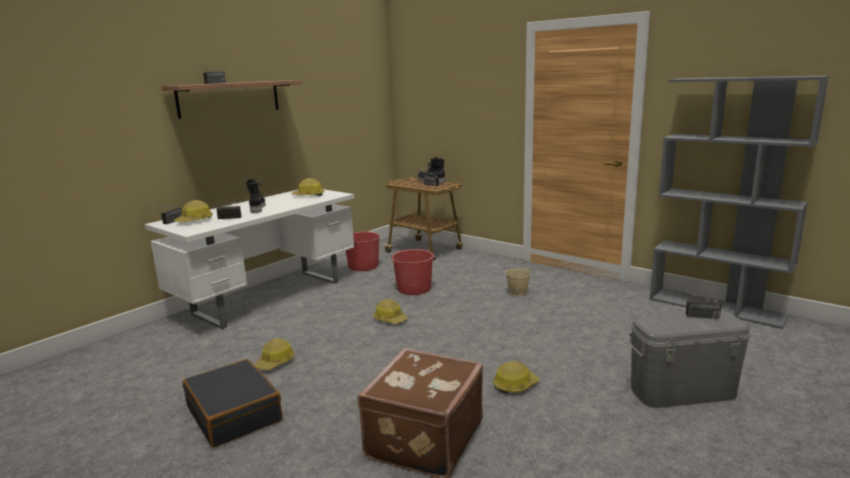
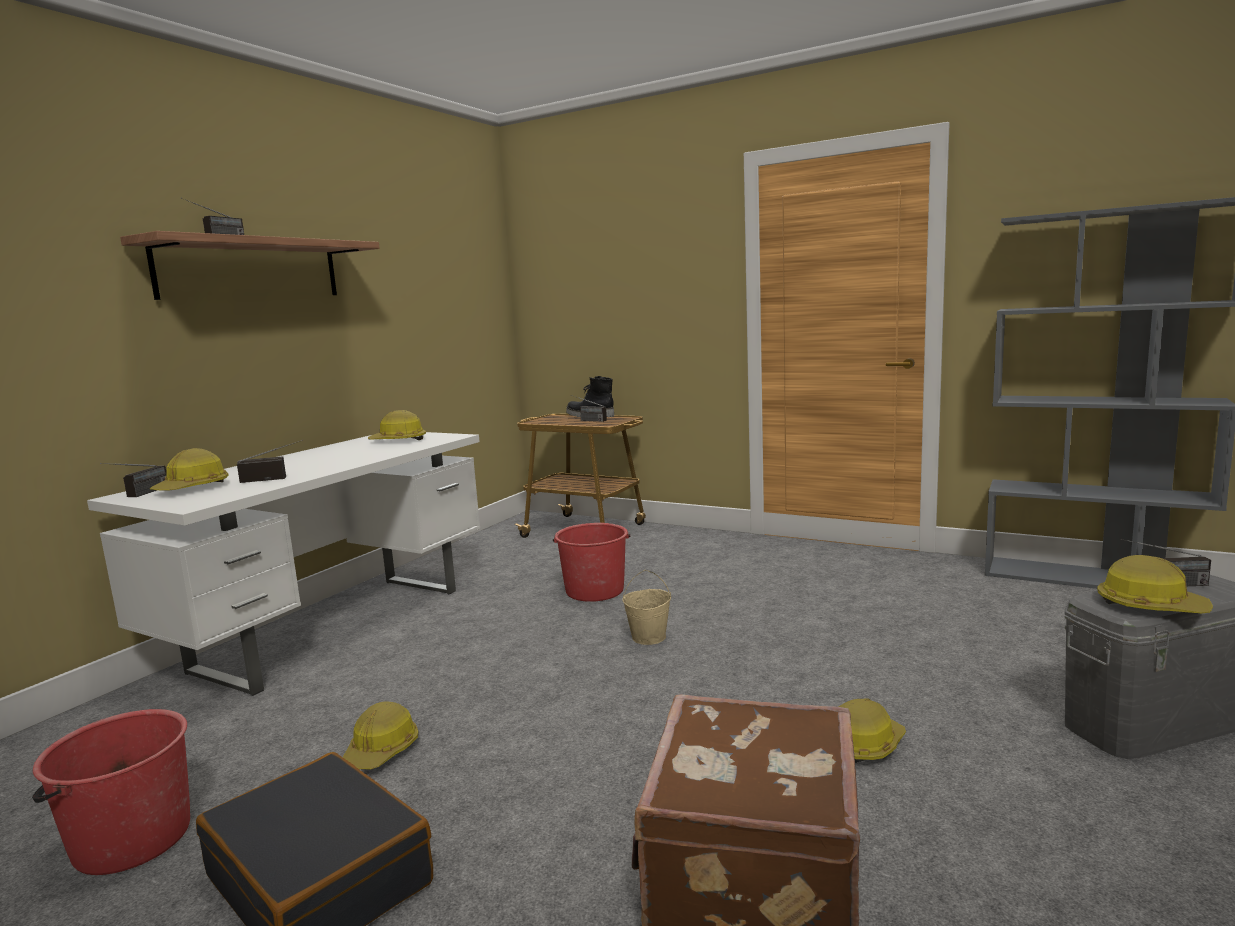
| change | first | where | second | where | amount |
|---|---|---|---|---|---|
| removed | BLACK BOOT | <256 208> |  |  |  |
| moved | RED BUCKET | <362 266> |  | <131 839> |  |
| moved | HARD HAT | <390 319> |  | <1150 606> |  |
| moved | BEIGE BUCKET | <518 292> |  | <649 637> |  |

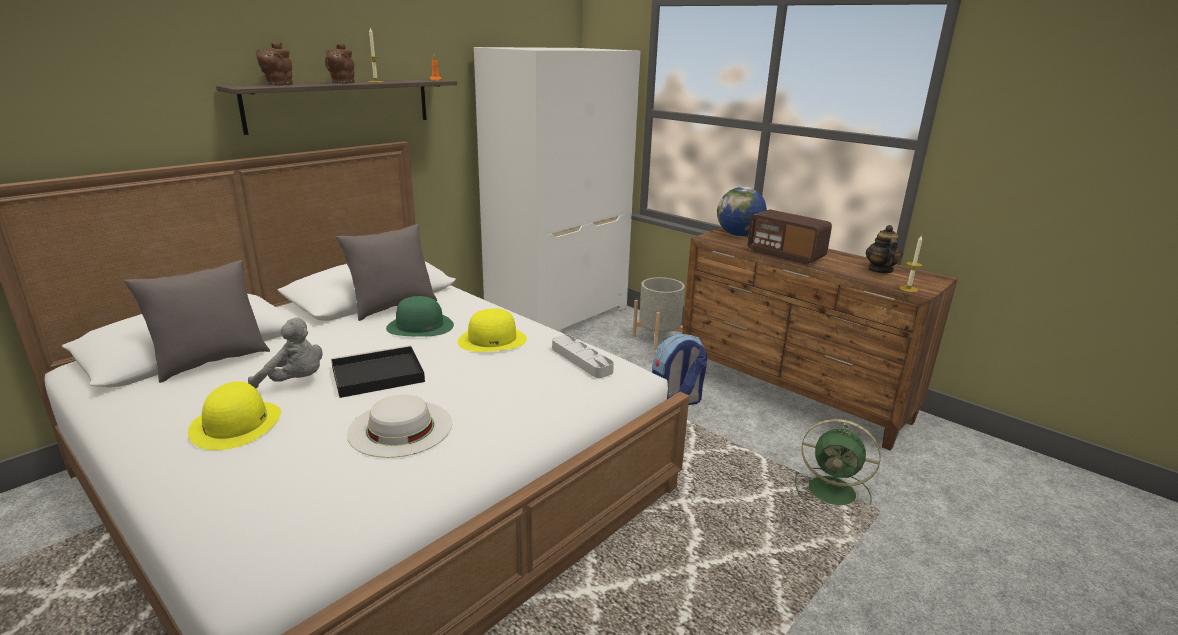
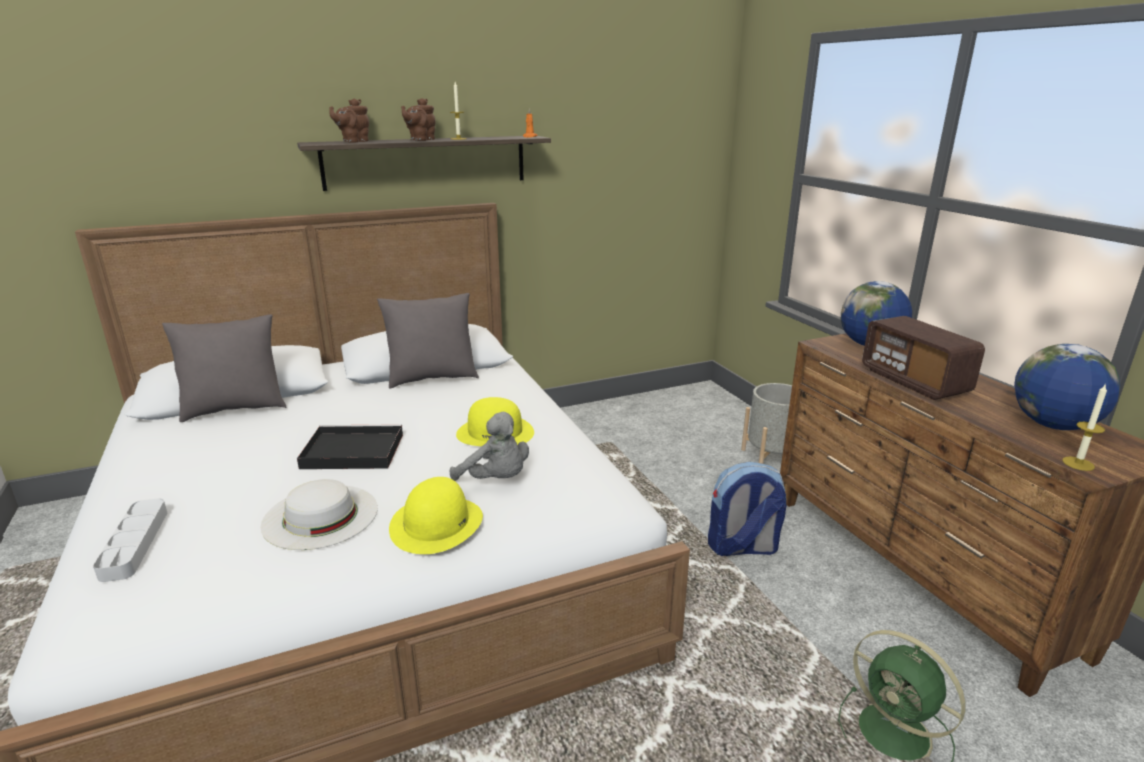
| change | first | where | second | where | amount |
|---|---|---|---|---|---|
| moved | YELLOW HAT | <236 424> |  | <436 523> |  |
| moved | GREY PLUSH TOY | <295 381> |  | <496 480> |  |
| removed | GREEN HAT | <419 326> |  |  |  |
| removed | WHITE WARDROBE | <557 314> |  |  |  |
| moved | GREY TRAY | <581 360> |  | <135 543> |  |
| replaced | TEAPOT | <880 270> | GLOBE | <1053 425> |  |

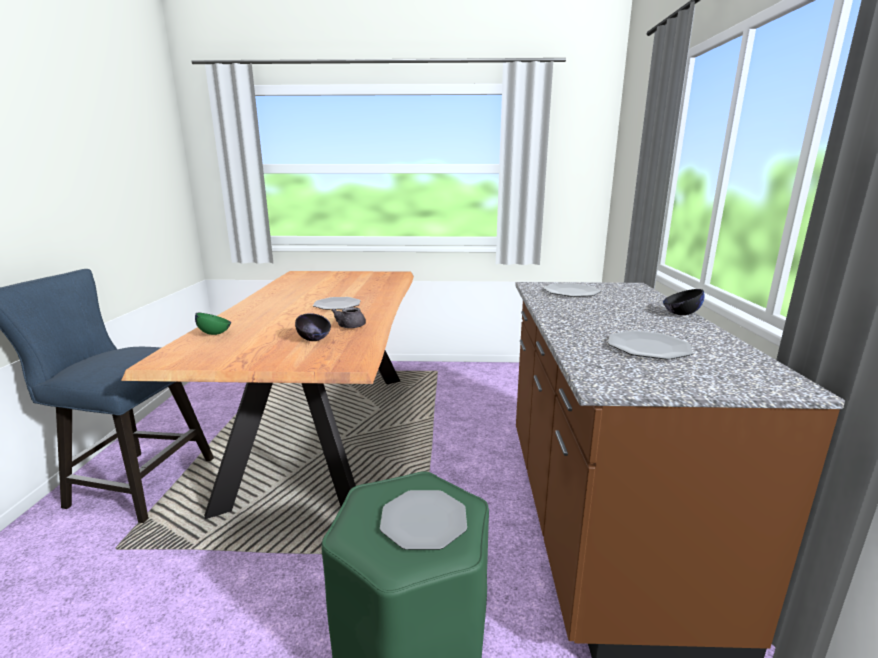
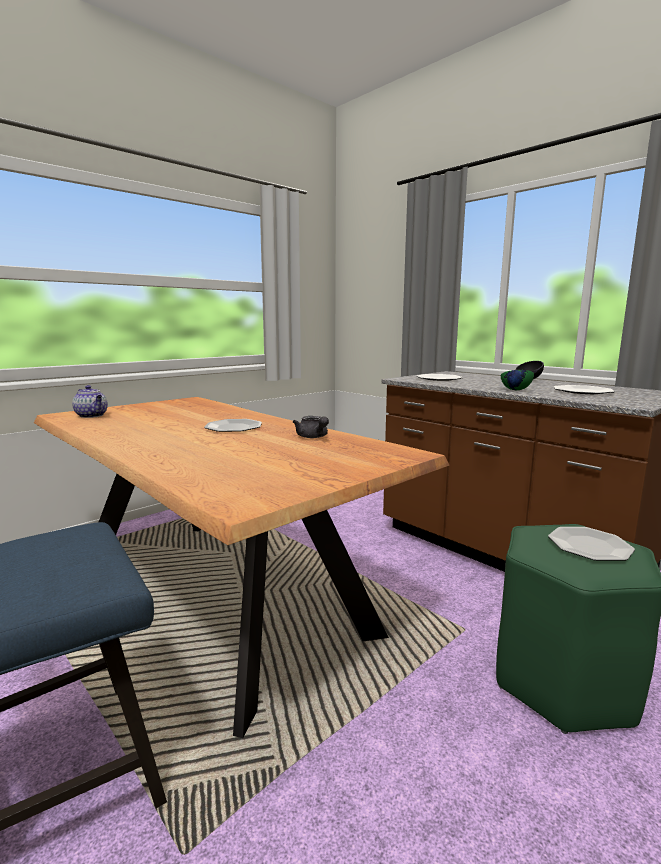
| change | first | where | second | where | amount |
|---|---|---|---|---|---|
| moved | GREEN BOWL | <215 334> |  | <515 390> |  |
| removed | BLACK BOWL | <314 340> |  |  |  |
| added |  |  | TEAPOT | <92 416> |  |

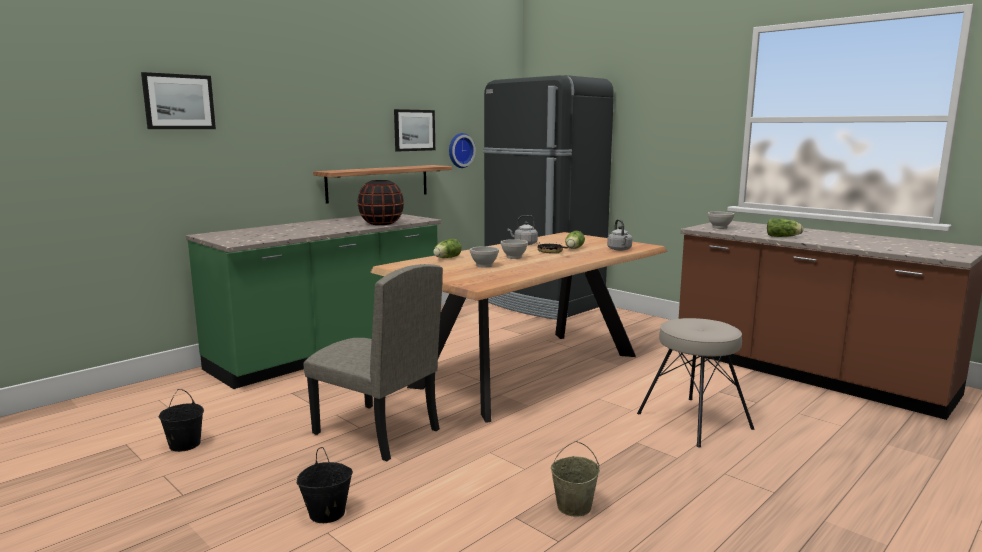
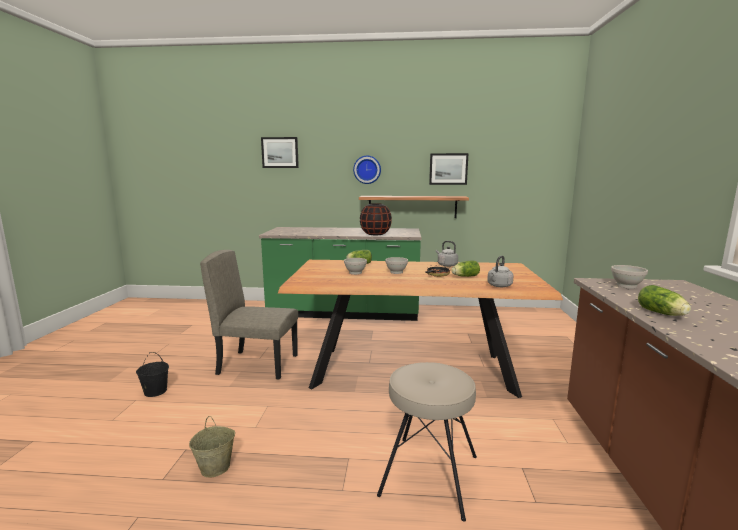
| change | first | where | second | where | amount |
|---|---|---|---|---|---|
| removed | BLACK BUCKET | <184 444> |  |  |  |
| turned | BEIGE CHAIR | <376 432> |  | <258 364> | 105 degrees clockwise |
| moved | WALL CLOCK | <459 150> |  | <367 169> |  |
| removed | BLACK FRIDGE | <542 304> |  |  |  |

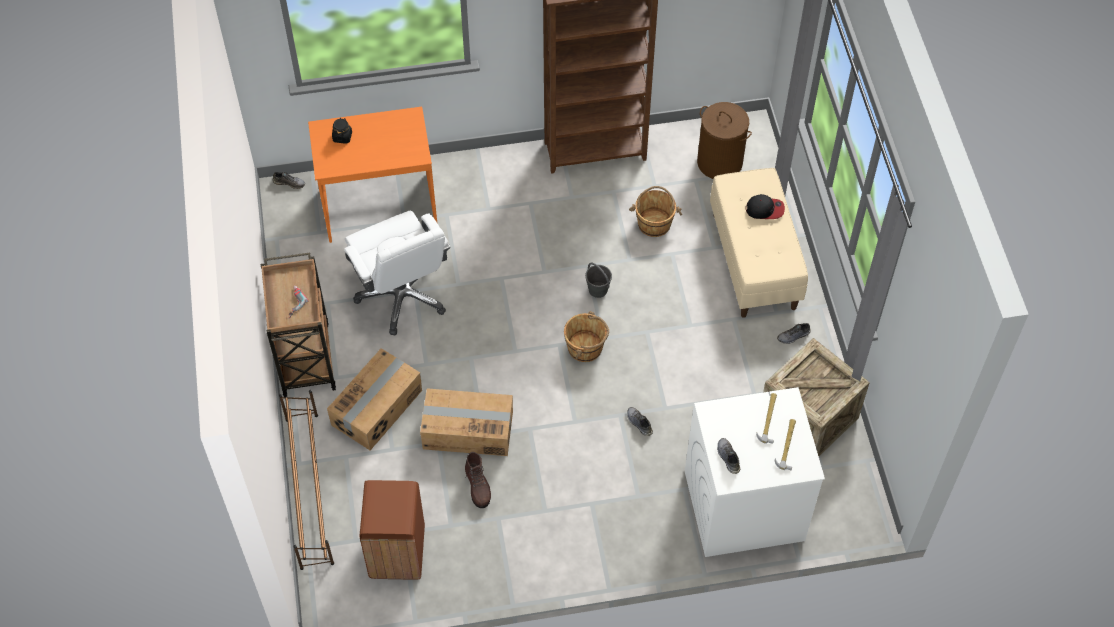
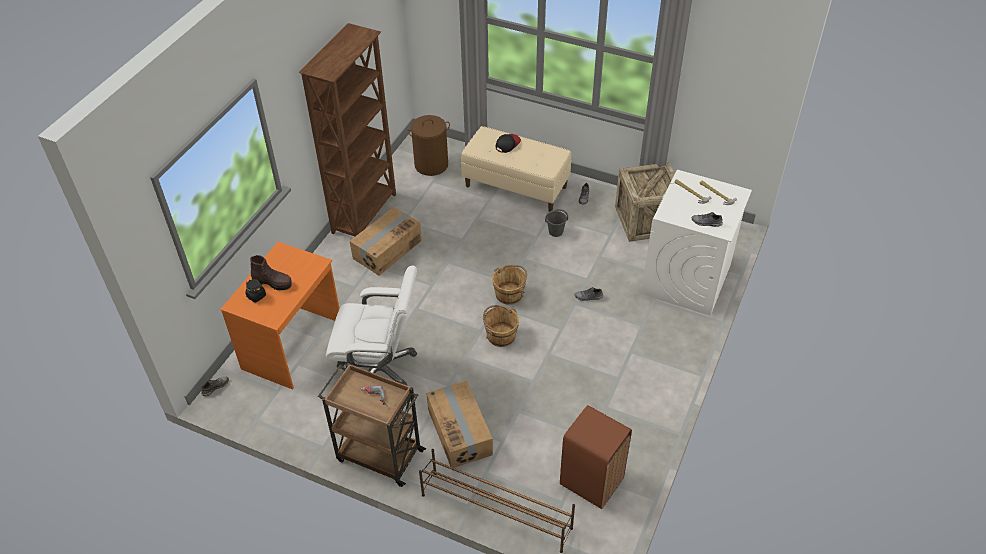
| change | first | where | second | where | amount |
|---|---|---|---|---|---|
| moved | CARDBOARD BOX | <468 430> |  | <387 249> |  |
| moved | BROWN BOOT | <478 487> |  | <273 282> |  |
| moved | GREY BUCKET | <598 290> |  | <556 231> |  |
| moved | BROWN BUCKET | <654 223> |  | <500 335> |  |

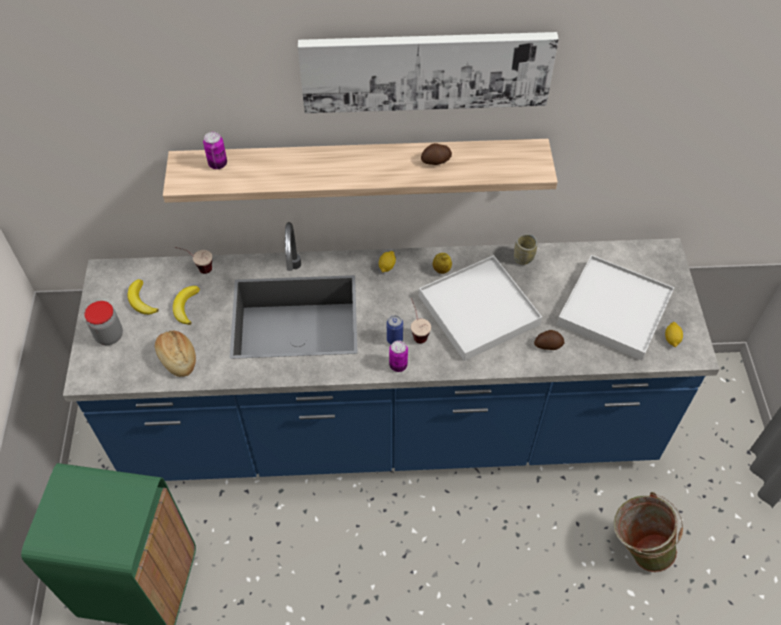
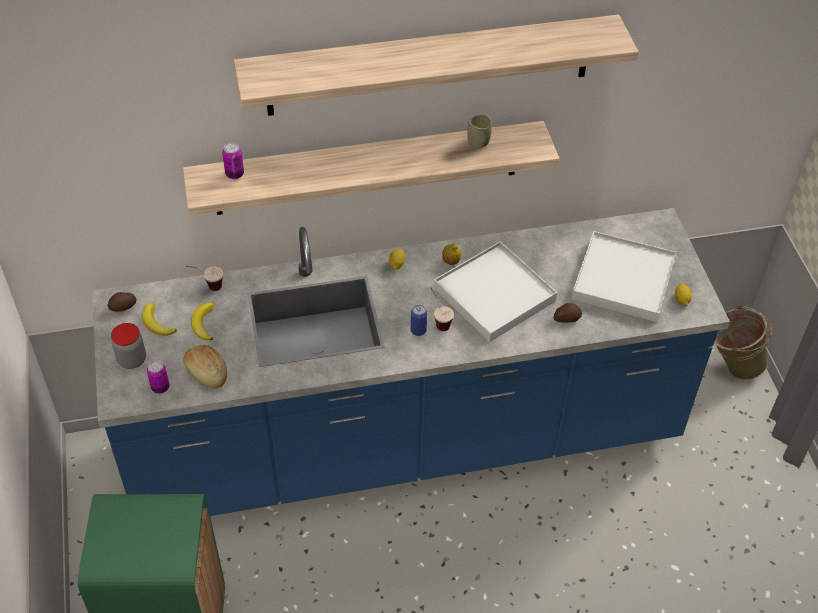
| change | first | where | second | where | amount |
|---|---|---|---|---|---|
| replaced | PICTURE | <426 70> | SHELF | <429 65> |  |
| moved | CAN | <398 365> |  | <160 387> |  |
| moved | POTATO | <436 161> |  | <123 307> |  |
| moved | CUP | <523 258> |  | <478 142> |  |
| moved | GREEN BUCKET | <637 548> |  | <731 365> |  |

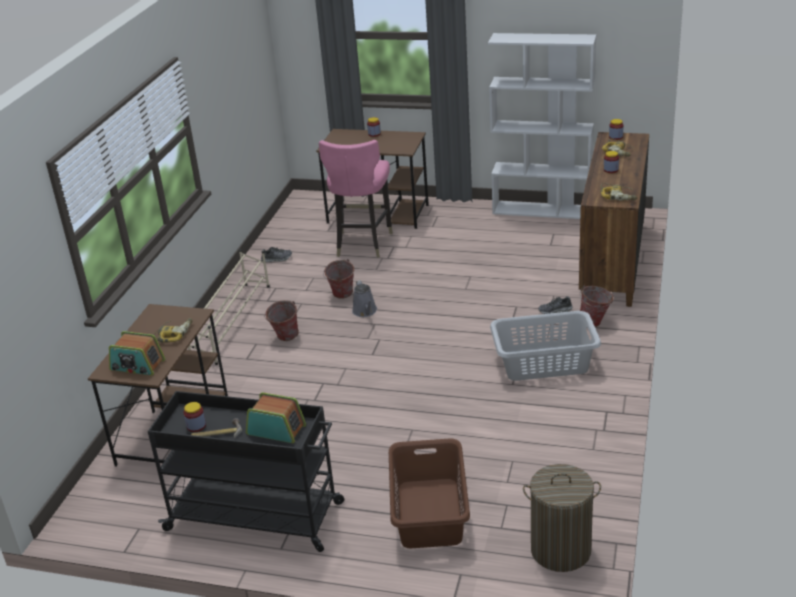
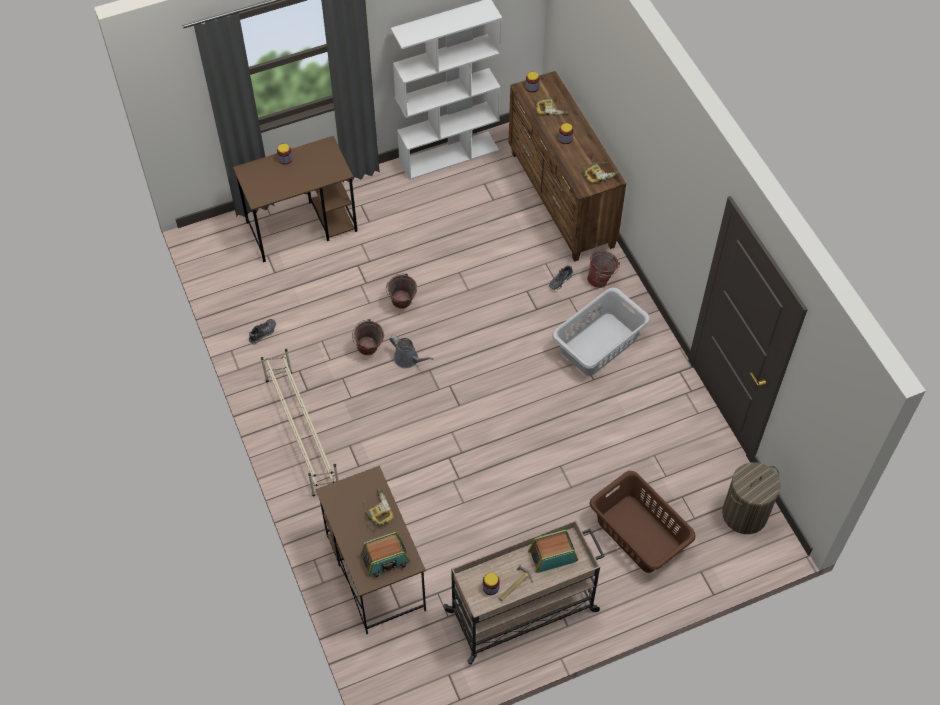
| change | first | where | second | where | amount |
|---|---|---|---|---|---|
| recoloured | BLACK CART | <256 516> | BEIGE CART | <524 610> |  |
| moved | BUCKET | <284 338> |  | <402 305> |  |
| removed | PINK CHAIR | <362 243> |  |  |  |

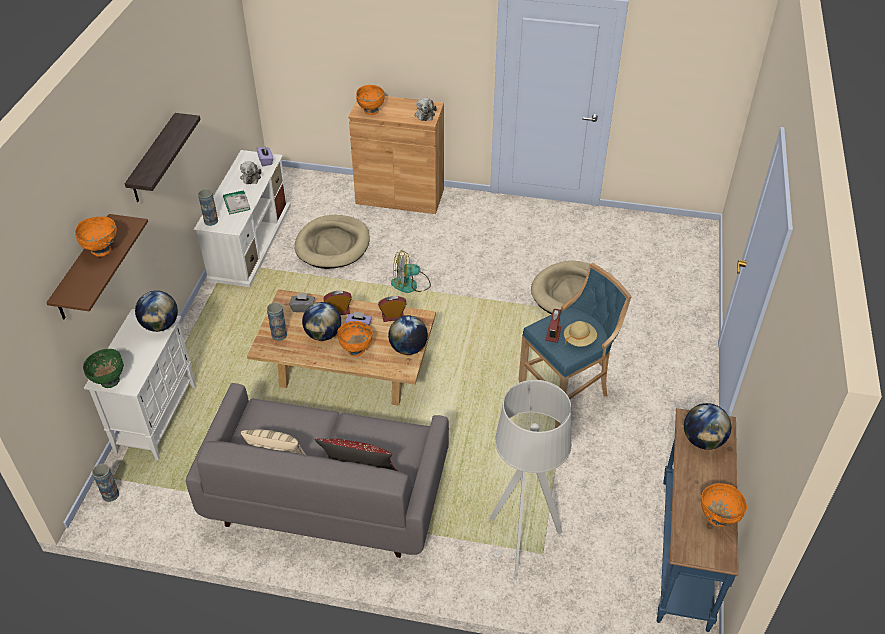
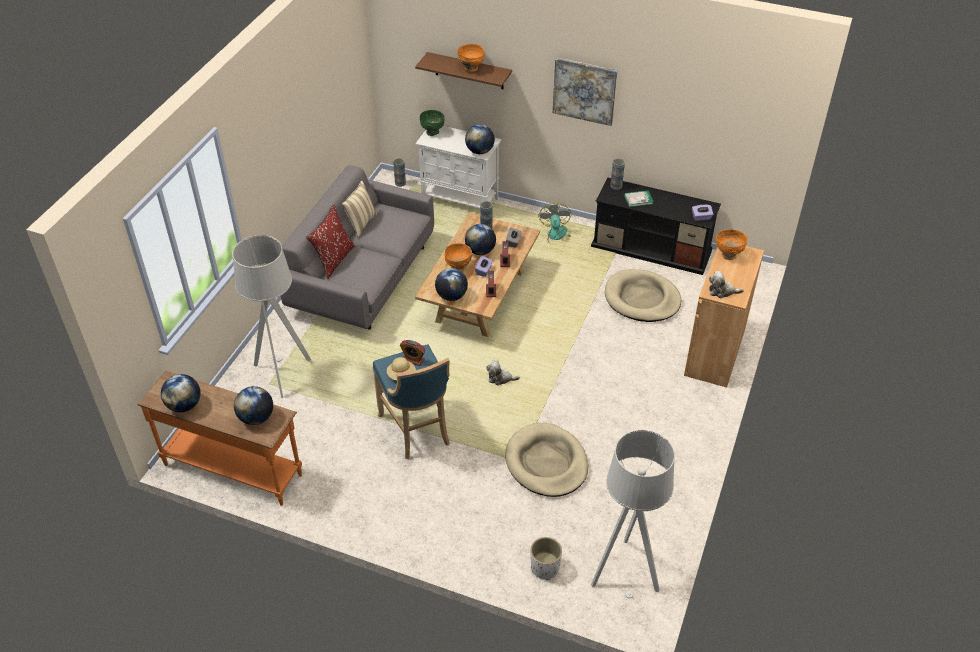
| change | first | where | second | where | amount |
|---|---|---|---|---|---|
| replaced | SHELF | <153 159> | PICTURE | <584 91> |  |
| recoloured | WHITE TV STAND | <250 241> | BLACK TV STAND | <652 248> |  |
| moved | PLUSH TOY | <251 177> |  | <500 378> |  |
| moved | FAN | <410 284> |  | <558 237> |  |
| recoloured | BLUE CONSOLE TABLE | <683 552> | ORANGE CONSOLE TABLE | <233 469> |  |
| replaced | ORANGE BOWL | <717 518> | GLOBE | <184 405> |  |
| added |  |  | WHITE PLANTER | <545 567> |  |
| added |  |  | GREY FLOOR LAMP | <624 572> |  |

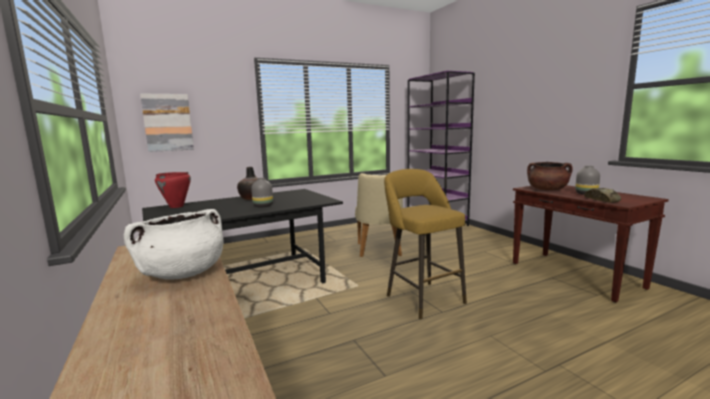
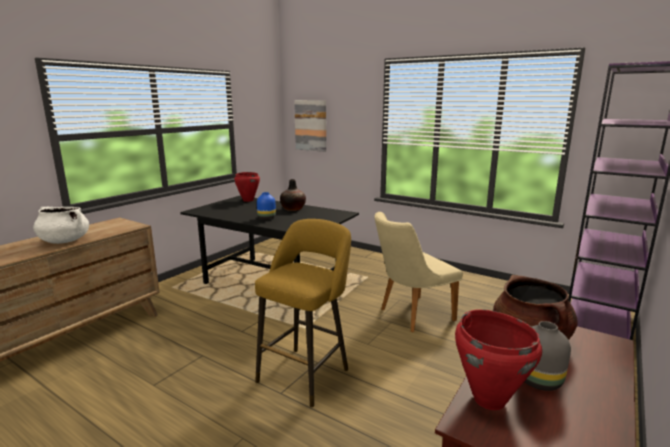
| change | first | where | second | where | amount |
|---|---|---|---|---|---|
| recoloured | GREY VASE | <263 206> | BLUE VASE | <267 218> |  |
| replaced | BREAD | <602 200> | RED COOKING POT | <489 399> |  |

